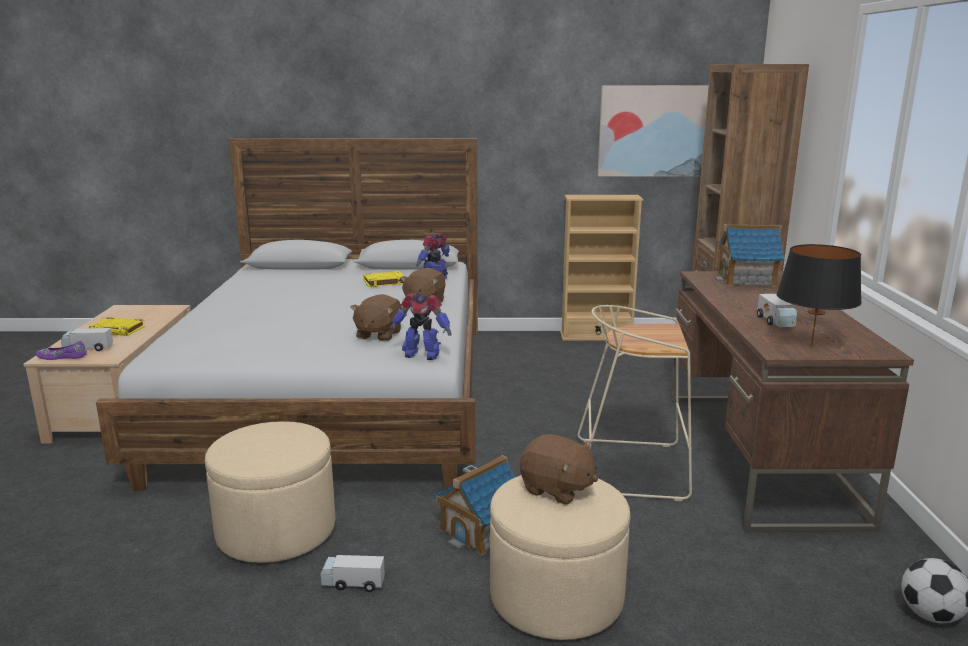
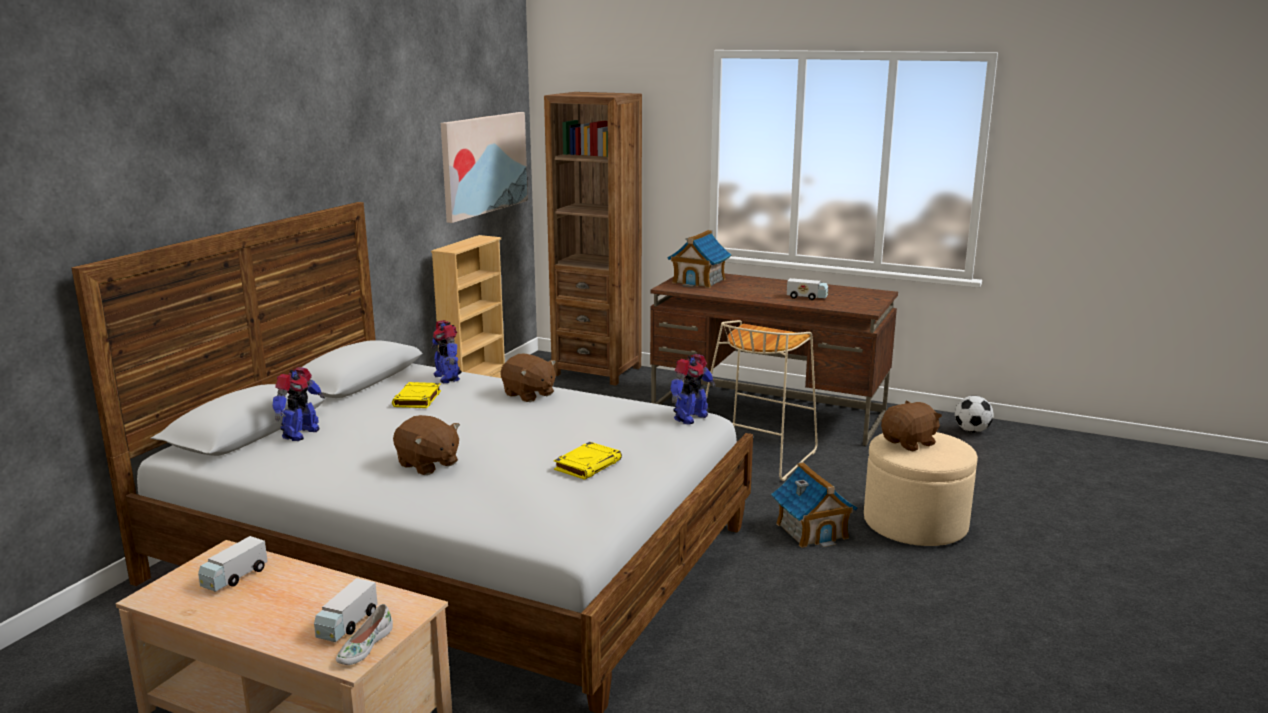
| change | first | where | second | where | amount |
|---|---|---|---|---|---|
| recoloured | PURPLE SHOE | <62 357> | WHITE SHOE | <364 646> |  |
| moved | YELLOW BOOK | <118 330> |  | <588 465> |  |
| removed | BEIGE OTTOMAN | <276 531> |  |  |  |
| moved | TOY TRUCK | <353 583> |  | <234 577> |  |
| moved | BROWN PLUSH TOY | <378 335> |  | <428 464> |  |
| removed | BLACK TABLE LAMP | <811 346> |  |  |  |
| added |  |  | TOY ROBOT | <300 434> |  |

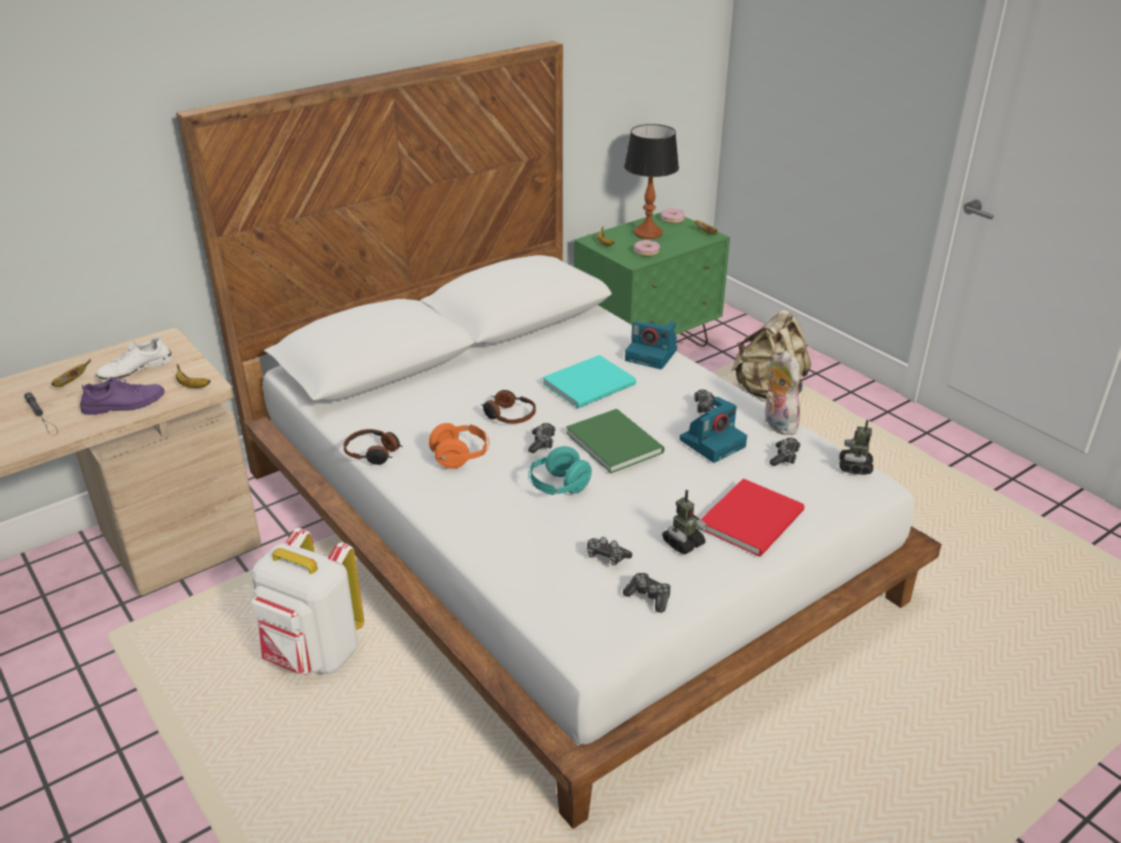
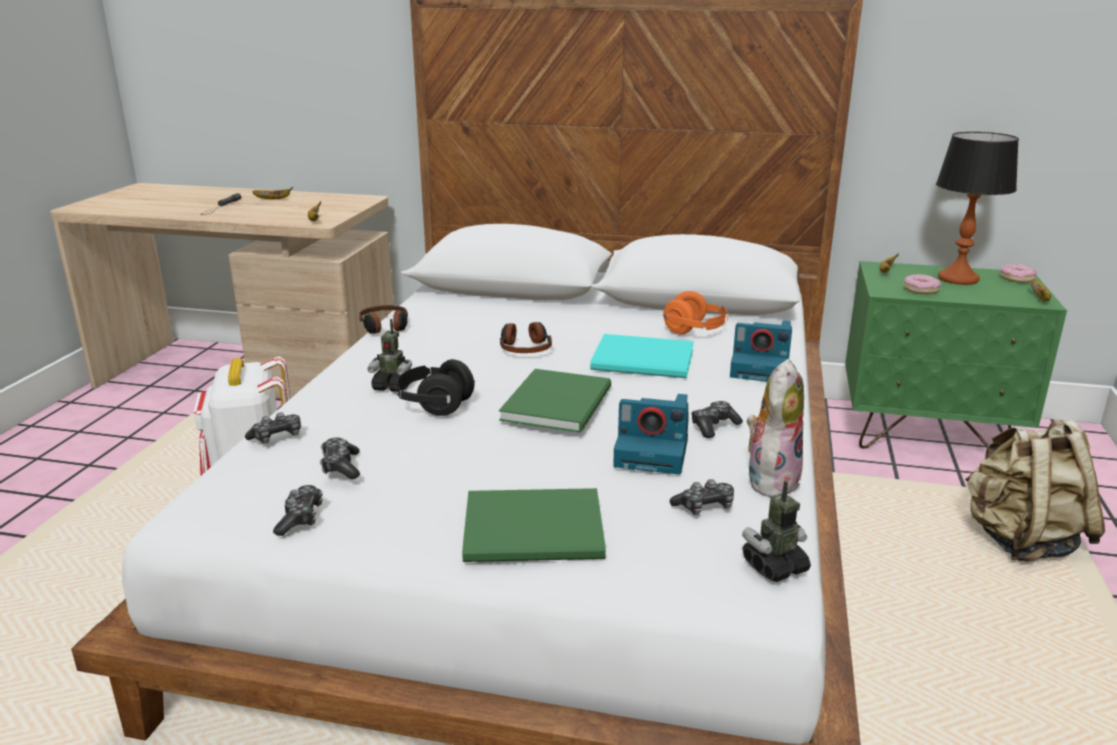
| change | first | where | second | where | amount |
|---|---|---|---|---|---|
| removed | PURPLE SHOE | <124 404> |  |  |  |
| removed | WHITE SHOE | <135 369> |  |  |  |
| moved | ORANGE HEADPHONES | <460 457> |  | <695 331> |  |
| moved | GAME CONTROLLER | <542 443> |  | <277 437> |  |
| recoloured | TURQUOISE HEADPHONES | <558 487> | BLACK HEADPHONES | <434 405> |  |
| turned | PHOTO CAMERA | <652 355> |  | <761 368> | 60 degrees counterclockwise |
| moved | TOY ROBOT | <683 543> |  | <393 386> |  |
| recoloured | RED BOOK | <754 519> | GREEN BOOK | <538 532> |  |

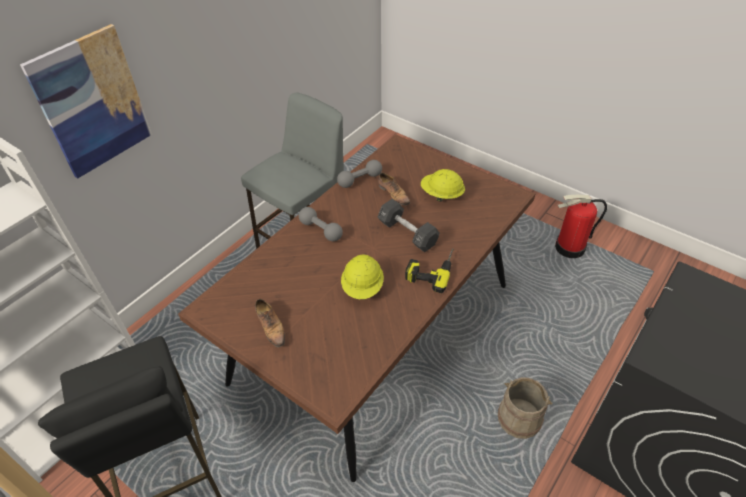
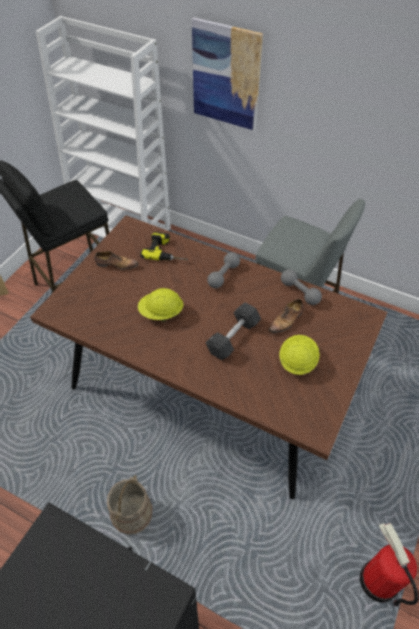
| change | first | where | second | where | amount |
|---|---|---|---|---|---|
| turned | SHOE | <271 327> |  | <116 264> | 135 degrees counterclockwise |
| moved | POWER DRILL | <430 269> |  | <167 251> |  |

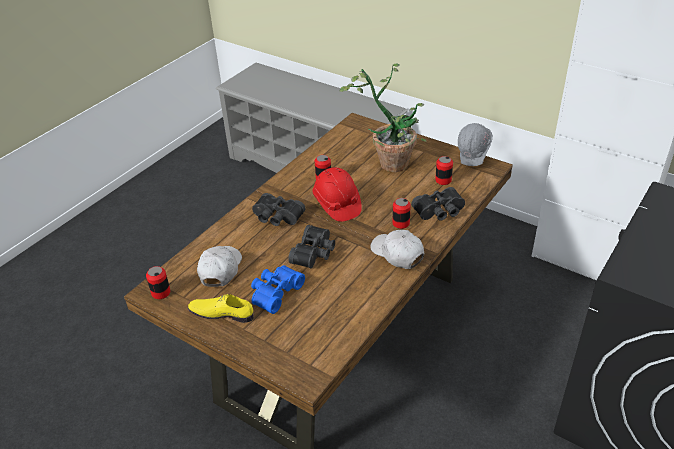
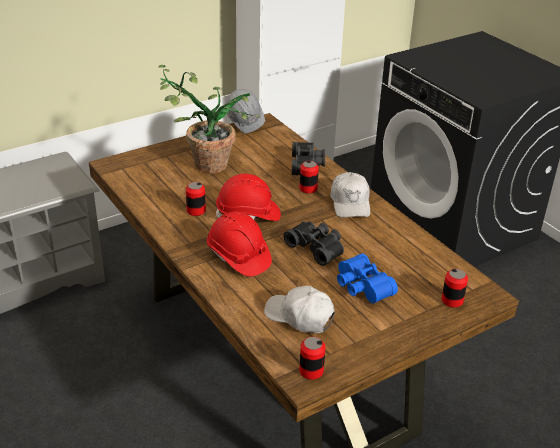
| change | first | where | second | where | amount |
|---|---|---|---|---|---|
| removed | YELLOW SHOE | <221 312> |  |  |  |
| replaced | BLACK BINOCULARS | <277 217> | RED HARD HAT | <238 257> |  |
| turned | WHITE CAP | <397 254> |  | <350 203> | 75 degrees counterclockwise |
| moved | CAN | <443 180> |  | <452 300> |  |

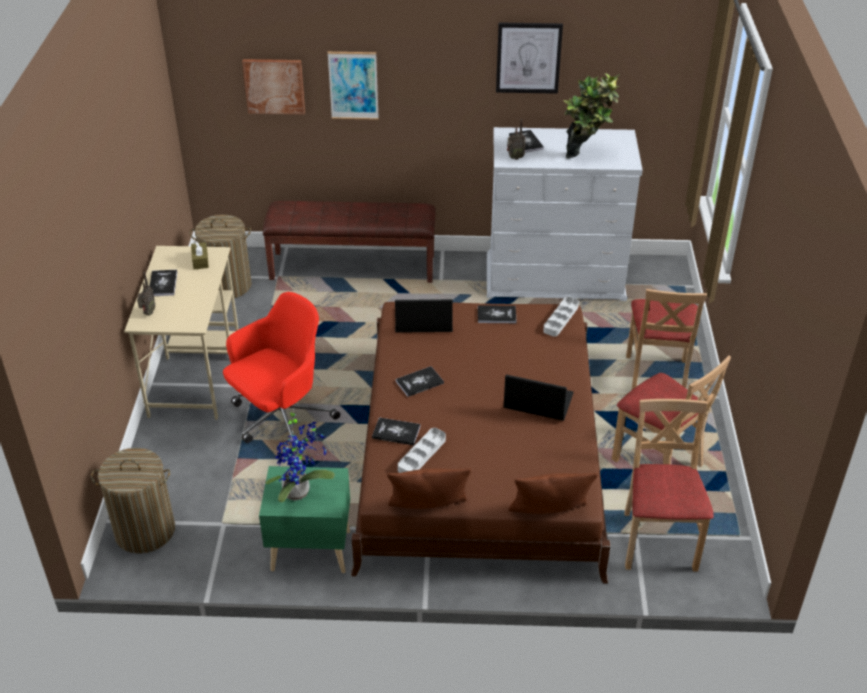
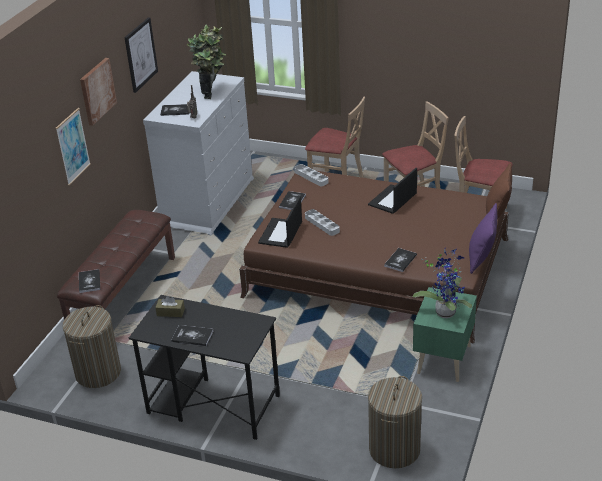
| change | first | where | second | where | amount |
|---|---|---|---|---|---|
| recoloured | BEIGE DESK | <195 373> | BLACK DESK | <212 404> |  |
| removed | RADIO | <148 313> |  |  |  |
| removed | RED OFFICE CHAIR | <281 420> |  |  |  |
| moved | PICTURE | <274 86> |  | <97 91> |  |
| recoloured | BROWN PILLOW | <428 511> | PURPLE PILLOW | <481 258> |  |
| moved | BOOK | <419 382> |  | <89 281> |  |
| moved | GREY TRAY | <422 455> |  | <322 224> |  |

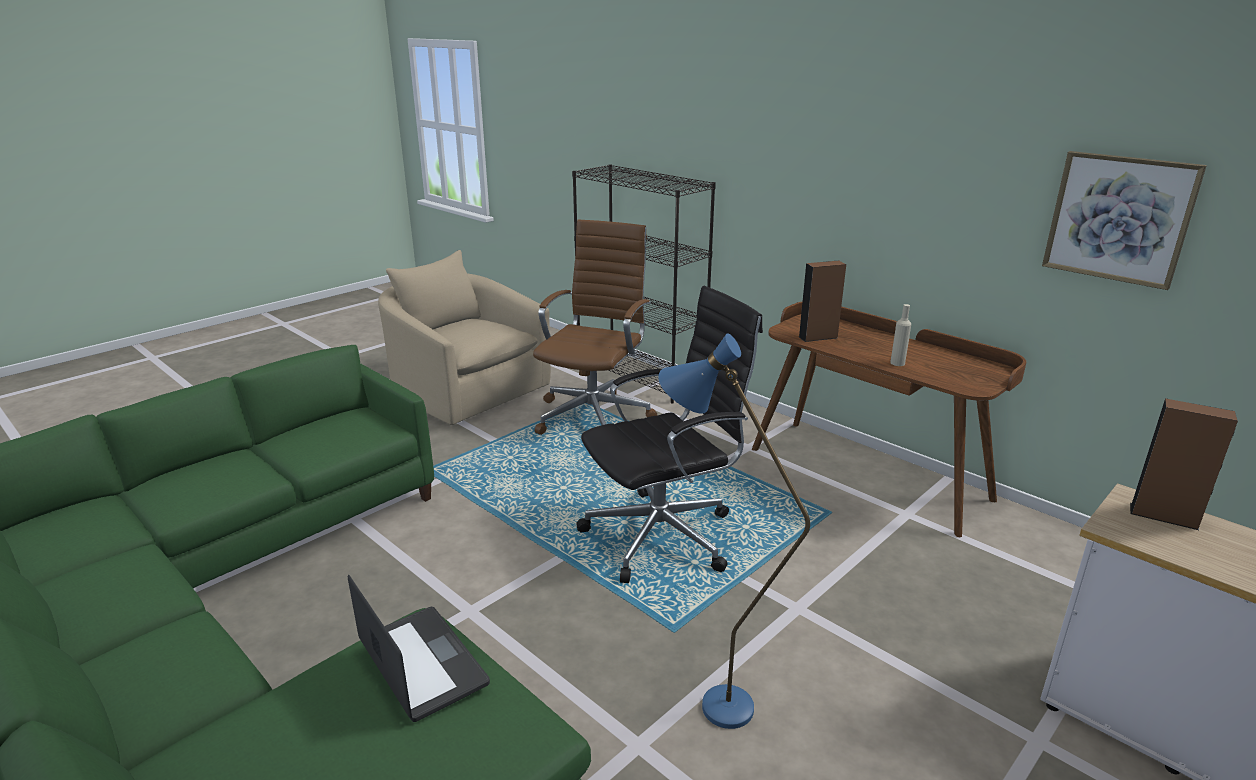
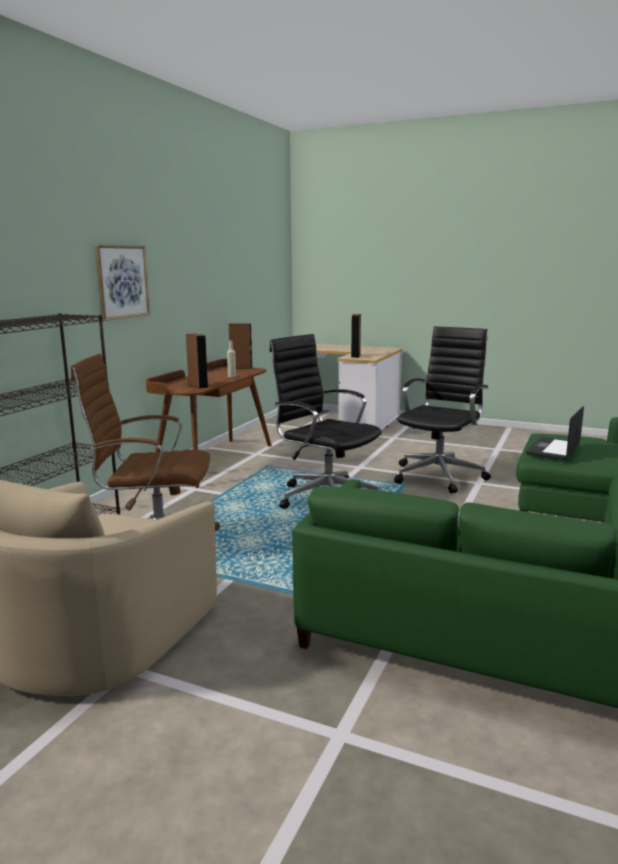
| change | first | where | second | where | amount |
|---|---|---|---|---|---|
| replaced | BLUE FLOOR LAMP | <708 702> | BLACK OFFICE CHAIR | <440 475> |  |
| moved | PICTURE | <1119 218> |  | <122 282> |  |
| added |  |  | BROWN SPEAKER | <241 368> |  |

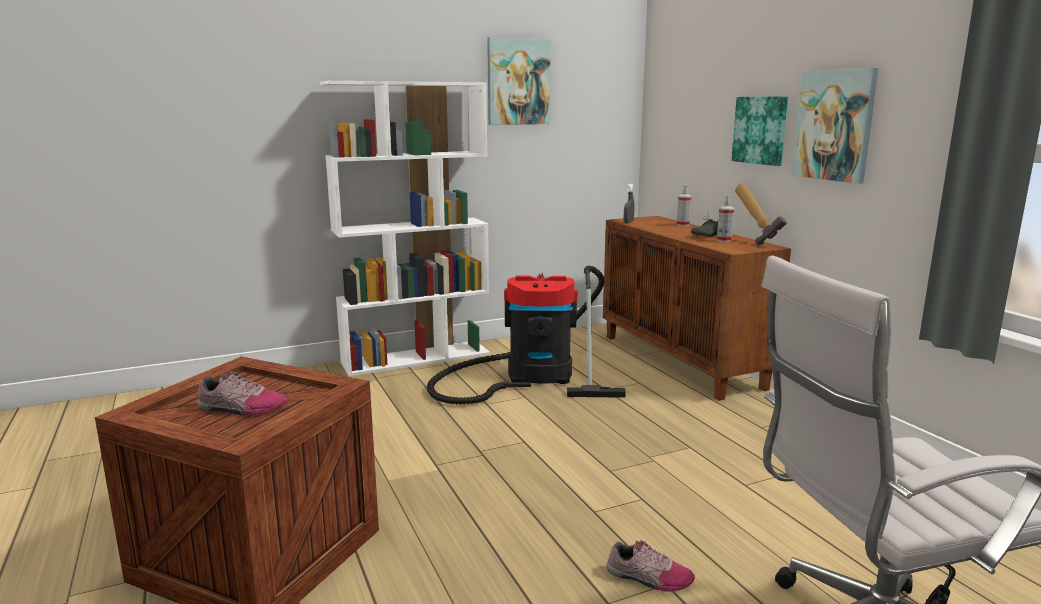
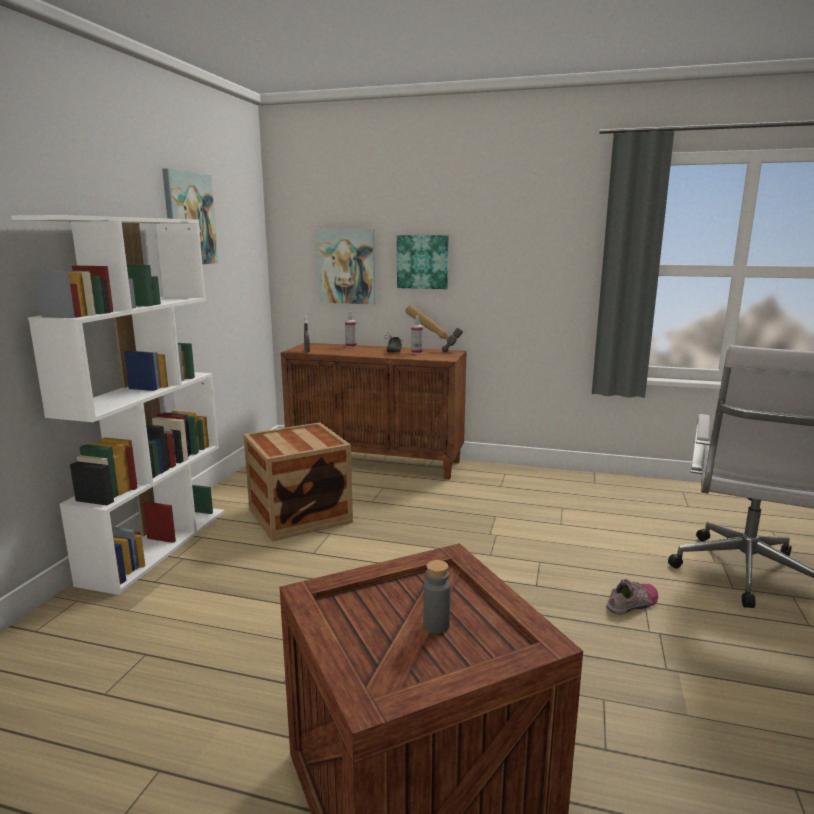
| change | first | where | second | where | amount |
|---|---|---|---|---|---|
| replaced | SHOE | <241 408> | GREY BOTTLE | <436 625> |  |
| replaced | VACUUM CLEANER | <531 376> | CRATE | <299 515> |  |
| moved | PICTURE | <834 125> |  | <347 266> |  |

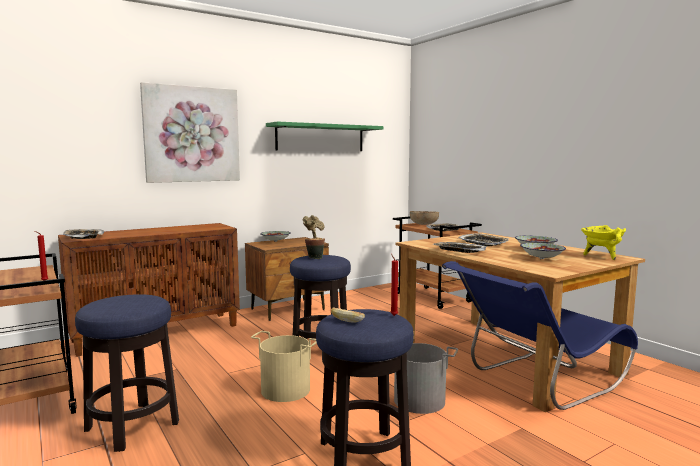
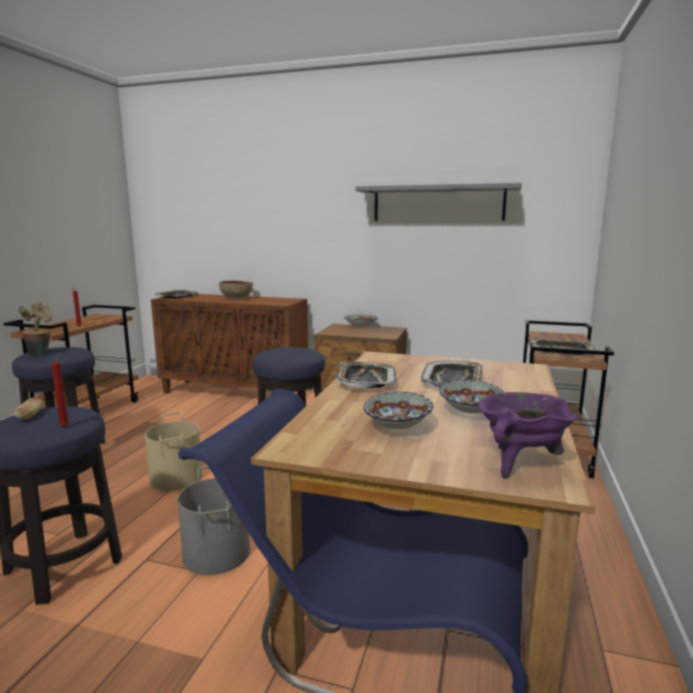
| change | first | where | second | where | amount |
|---|---|---|---|---|---|
| removed | PICTURE | <192 134> |  |  |  |
| recoloured | GREEN SHELF | <320 138> | GREY SHELF | <438 204> |  |
| moved | POTTED PLANT | <314 257> |  | <40 354> |  |
| moved | BROWN BOWL | <423 224> |  | <236 298> |  |
| recoloured | YELLOW COOKING POT | <602 256> | PURPLE COOKING POT | <520 463> |  |

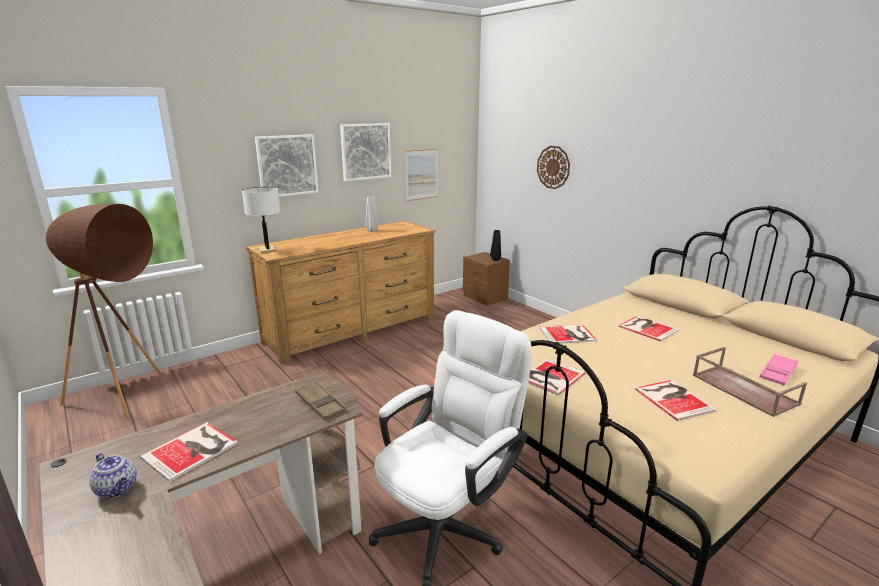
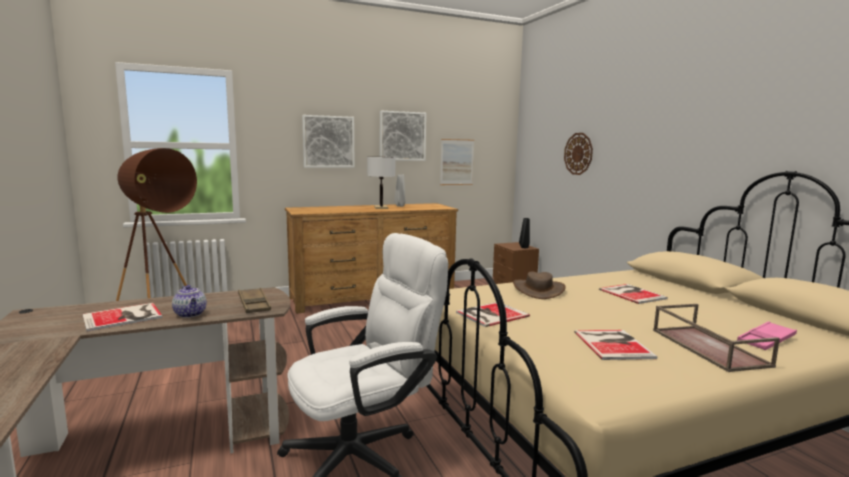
| change | first | where | second | where | amount |
|---|---|---|---|---|---|
| moved | TEAPOT | <118 489> |  | <191 314> |  |
| moved | WHITE TABLE LAMP | <267 250> |  | <381 208> |  |
| replaced | BOOK | <568 334> | BROWN HAT | <538 290> |  |

